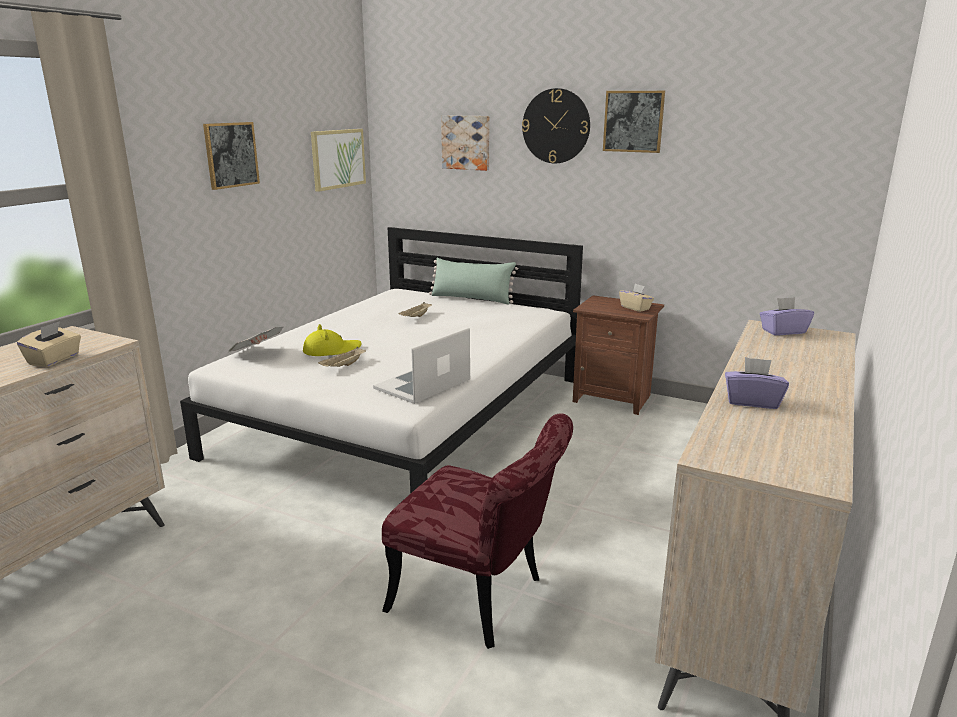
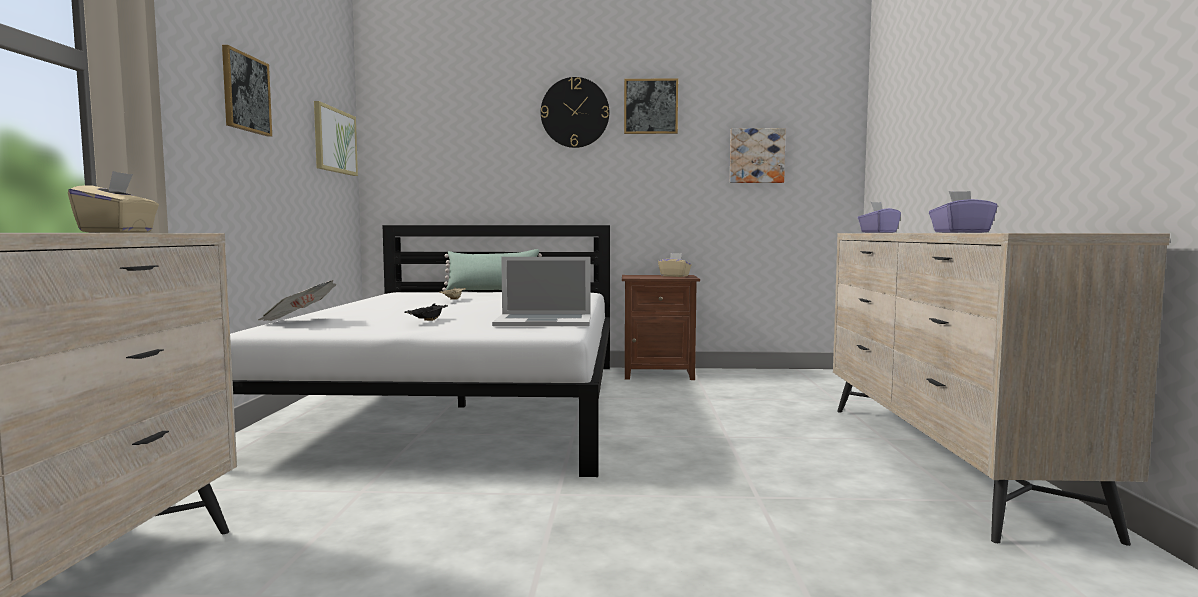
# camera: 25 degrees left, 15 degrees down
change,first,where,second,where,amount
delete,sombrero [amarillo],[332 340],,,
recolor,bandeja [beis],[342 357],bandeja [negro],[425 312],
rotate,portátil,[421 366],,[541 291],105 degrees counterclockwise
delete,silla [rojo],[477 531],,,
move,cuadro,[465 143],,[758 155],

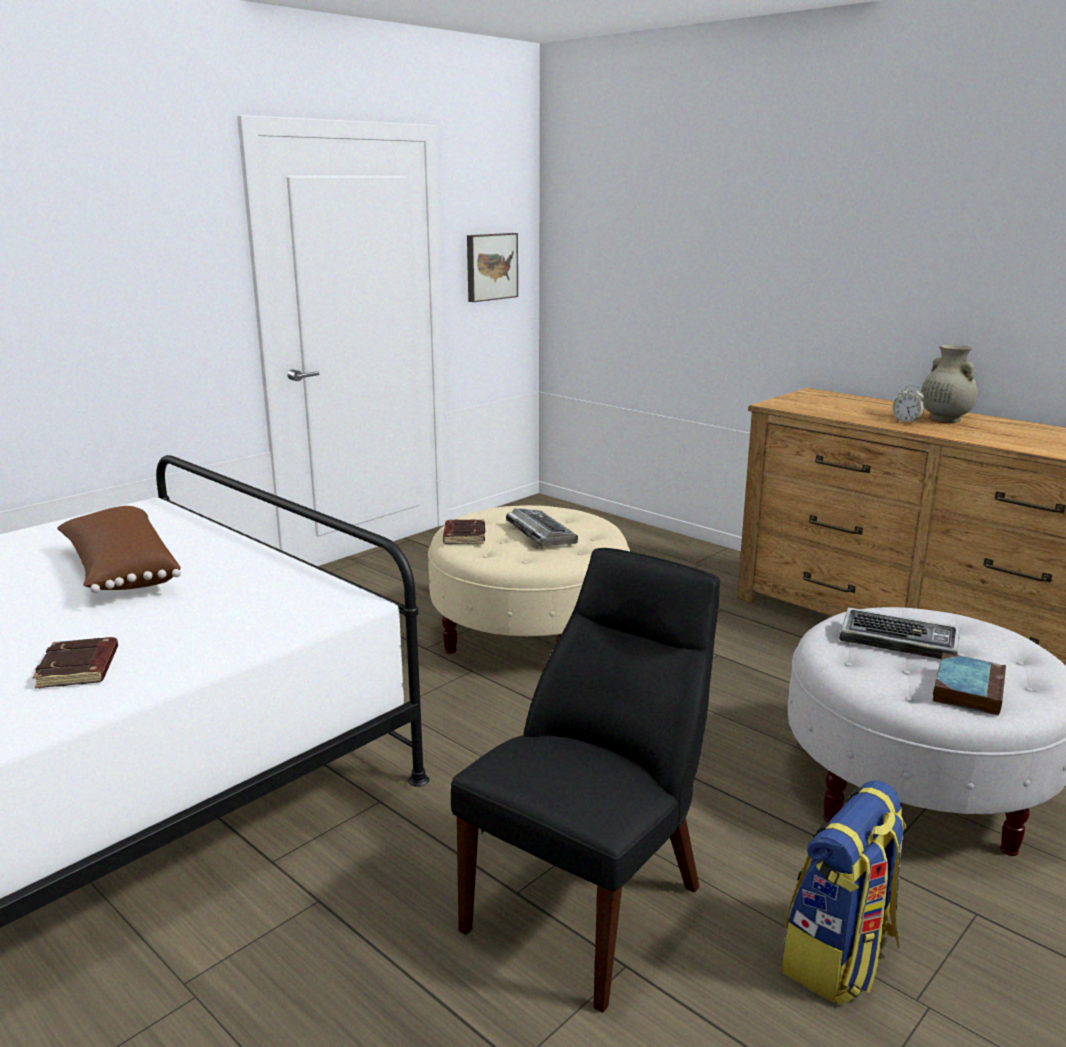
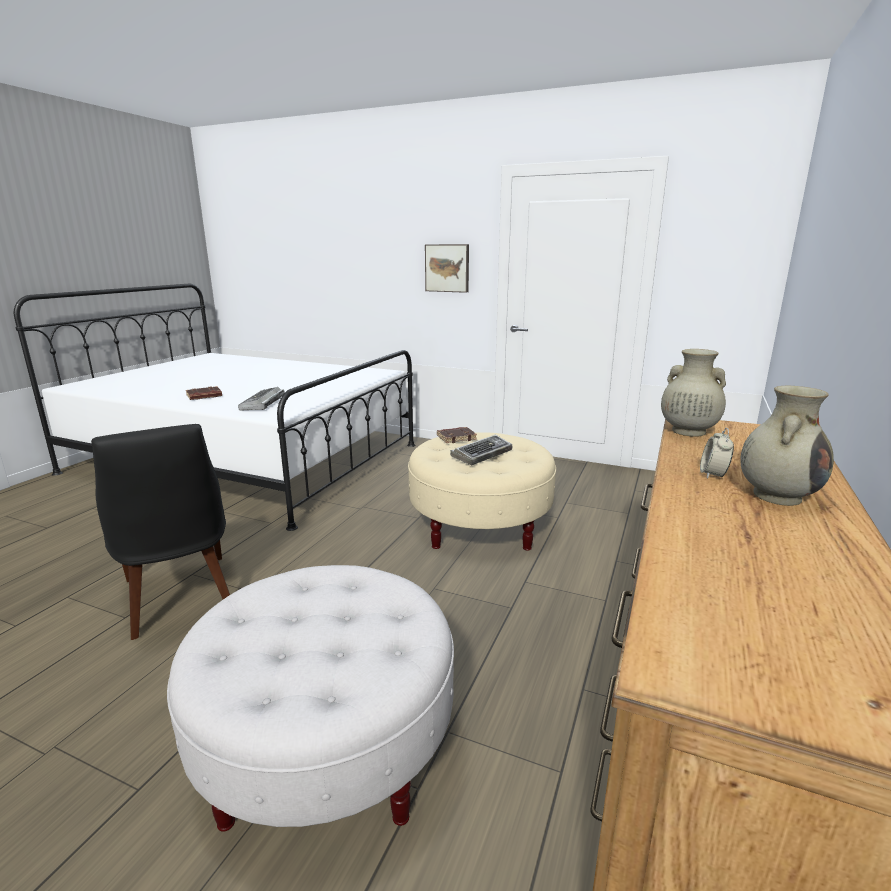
# camera: 70 degrees right, 0 degrees up
change,first,where,second,where,amount
delete,cojín [marrón],[119 549],,,
rotate,silla [negro],[585 780],,[160 532],45 degrees clockwise
move,cuadro,[492 267],,[447 268],
delete,mochila,[844 893],,,
move,teclado,[899 633],,[261 399],
delete,libro,[969 684],,,
insert,,,florero [beis],[693 393],

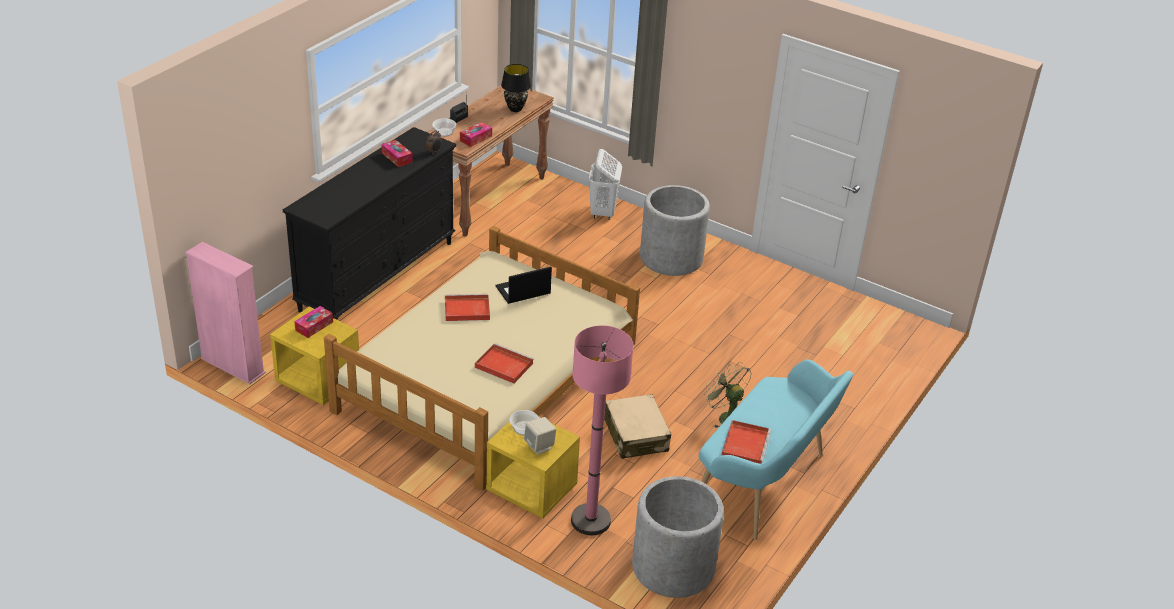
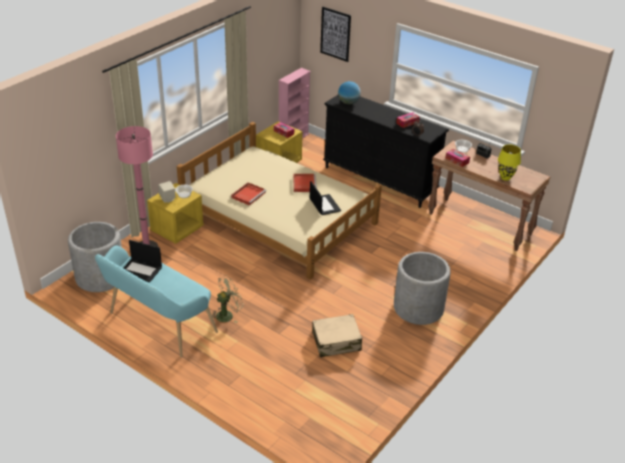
# camera: 95 degrees right, 0 degrees up
change,first,where,second,where,amount
recolor,lámpara de mesa [negro],[516 88],lámpara de mesa [amarillo],[509 162],
delete,cesto de la ropa [blanco],[605 184],,,
move,maleta [beis],[637 426],,[337 335],
replace,bandeja [rojo],[747 442],portátil,[143 261],
insert,,,cuadro,[335 34],
insert,,,globo terráqueo,[349 92],

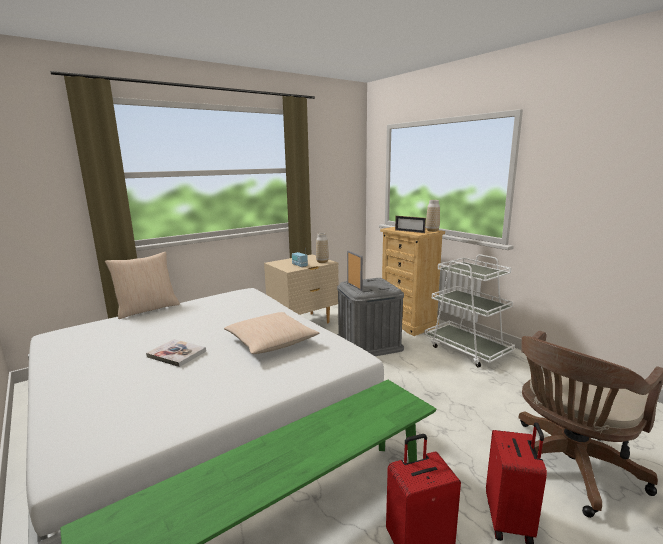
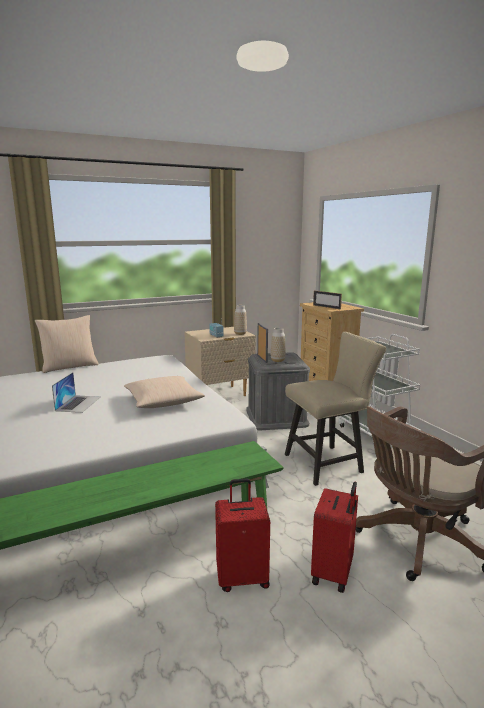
# camera: 10 degrees right, 0 degrees up
change,first,where,second,where,amount
replace,libro,[176 353],portátil,[76 392],
move,florero,[433 216],,[278 345],
insert,,,silla [beis],[335 409],

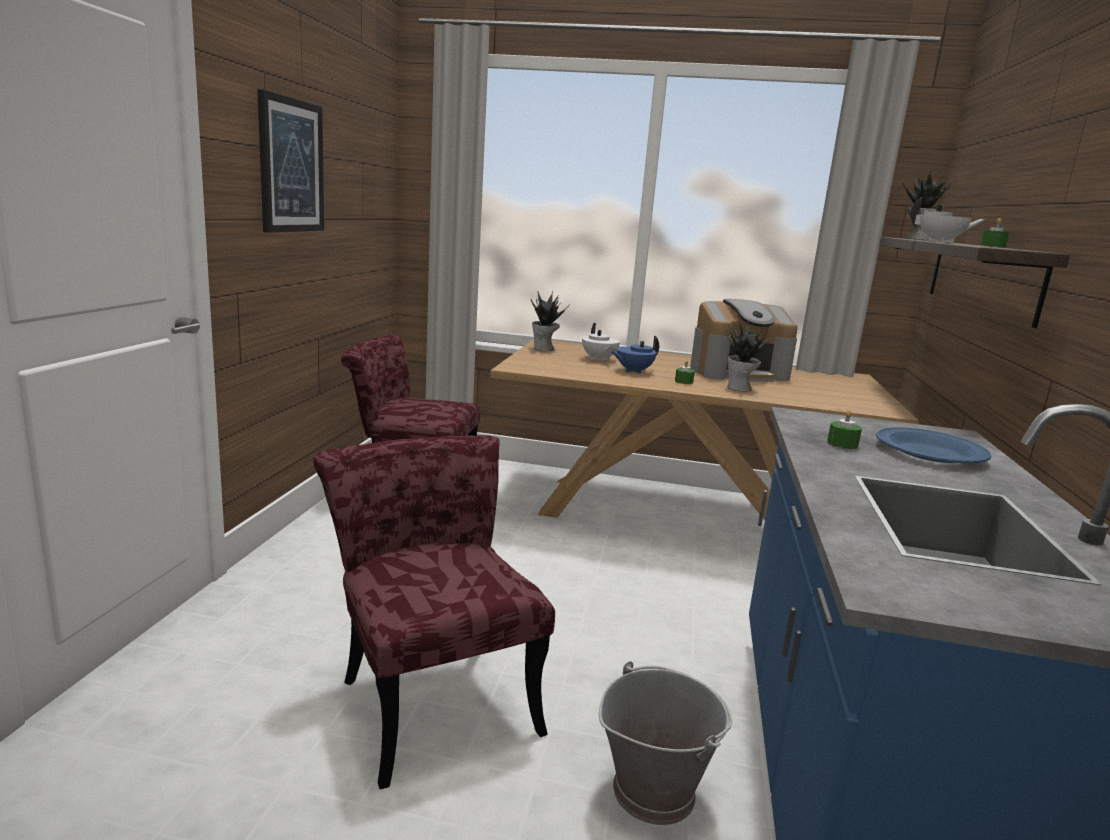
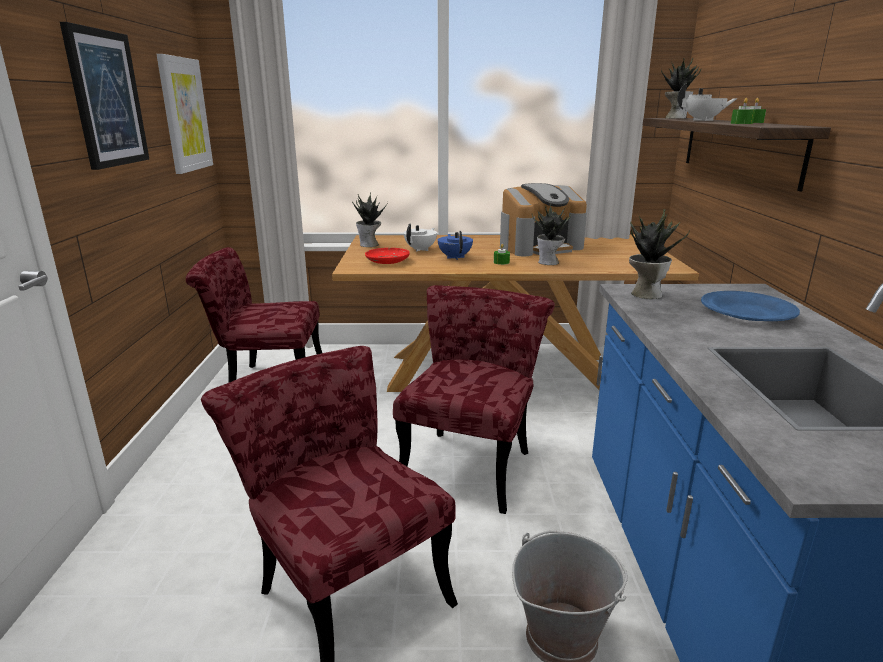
# camera: 10 degrees left, 5 degrees up
change,first,where,second,where,amount
rotate,tetera [blanco],[601 342],,[420 237],120 degrees counterclockwise
rotate,tetera [azul],[635 355],,[455 245],120 degrees clockwise
move,vela [verde],[844 429],,[743 111],
insert,,,cuadro,[184 114],
insert,,,plato [rojo],[387 256],
insert,,,silla [rojo],[474 399],
insert,,,planta en maceta,[659 254],

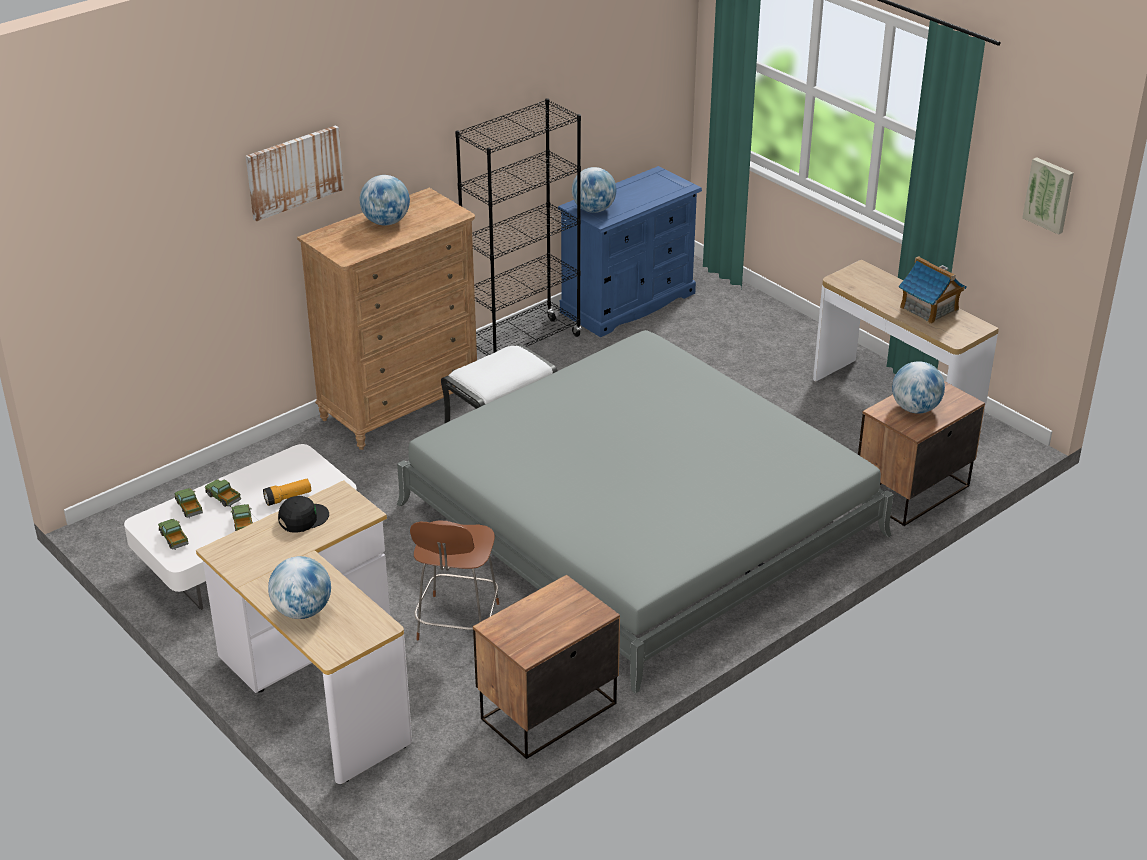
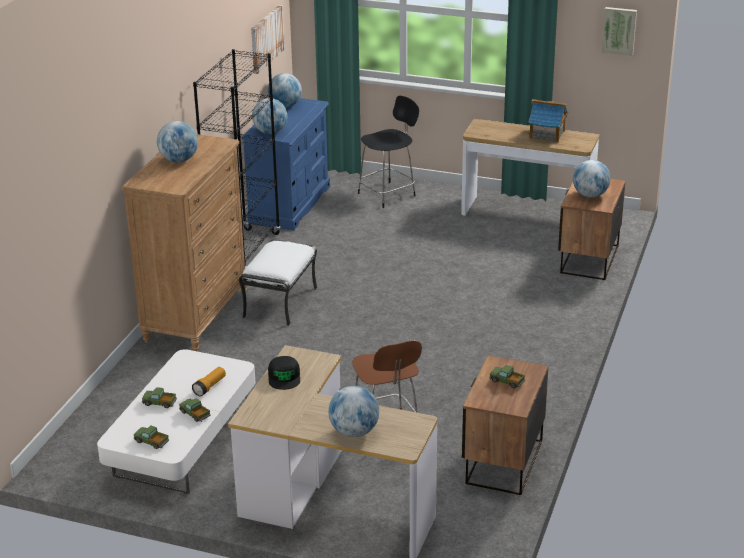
# camera: 30 degrees left, 5 degrees down
change,first,where,second,where,amount
move,camión de juguete,[188 503],,[507 376],
move,cuadro,[295 173],,[268 39],
rotate,gorra [negro],[303 514],,[284 373],150 degrees clockwise
delete,cama [gris],[645 512],,,
insert,,,globo terráqueo,[285 90],
insert,,,silla [negro],[388 152],

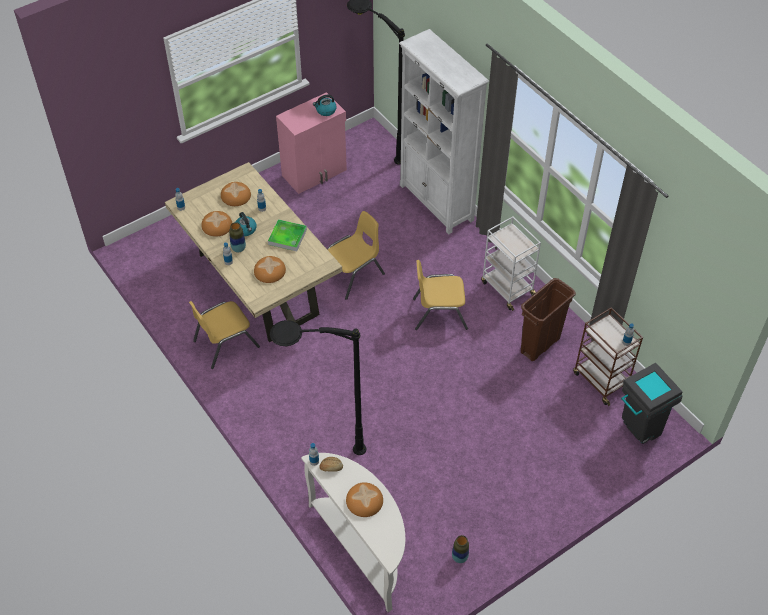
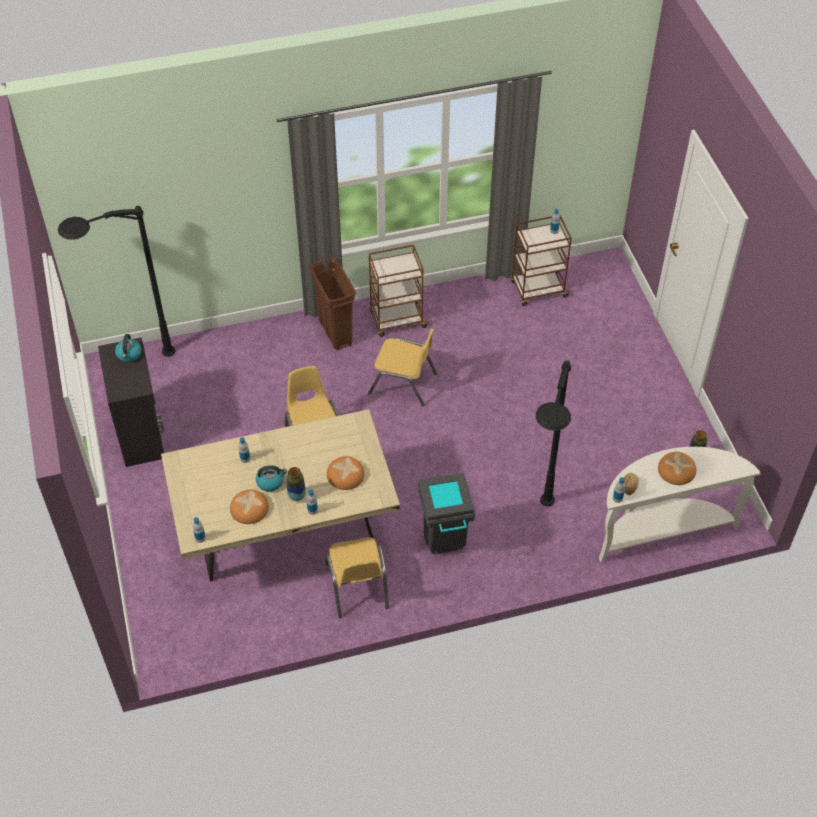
# camera: 70 degrees left, 0 degrees up
change,first,where,second,where,amount
delete,pan,[236 194],,,
delete,bandeja,[287 235],,,
recolor,armario [rosa],[311 143],armario [negro],[131 402],
delete,estantería [blanco],[444 131],,,
rotate,silla [amarillo],[440 295],,[402 367],90 degrees counterclockwise
recolor,carrito [blanco],[511 264],carrito [marrón],[399 290],
move,papelera [marrón],[548 319],,[332 303],
move,papelera [gris],[651 403],,[446 513],

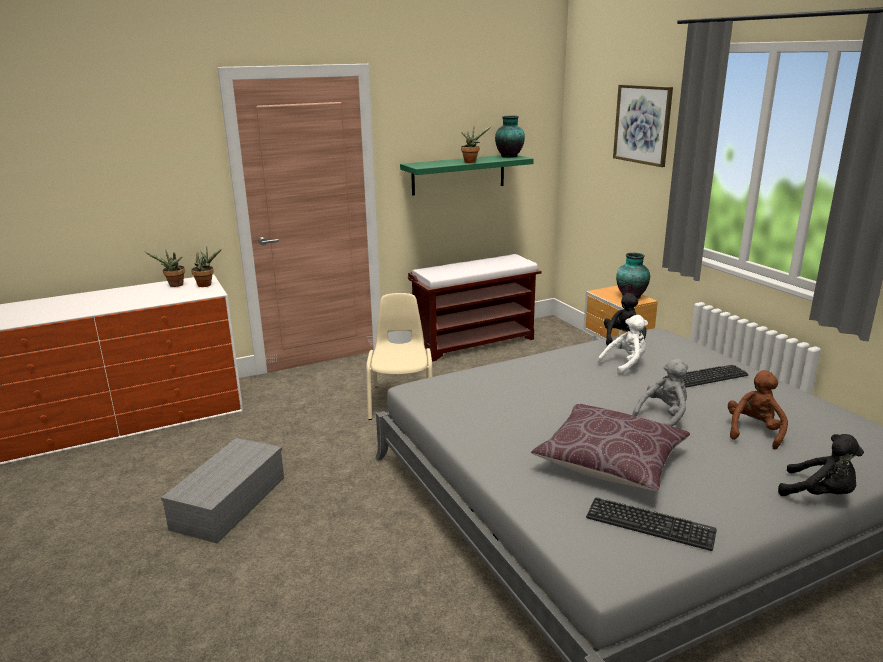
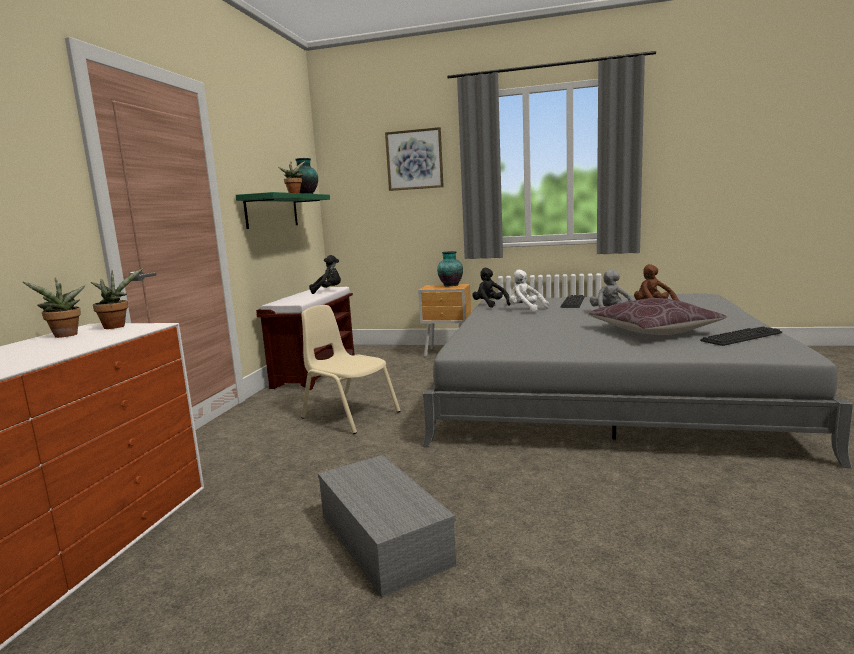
# camera: 50 degrees left, 10 degrees down
change,first,where,second,where,amount
rotate,peluche [blanco],[622 345],,[529 291],60 degrees counterclockwise
move,peluche [negro],[821 465],,[325 274],

